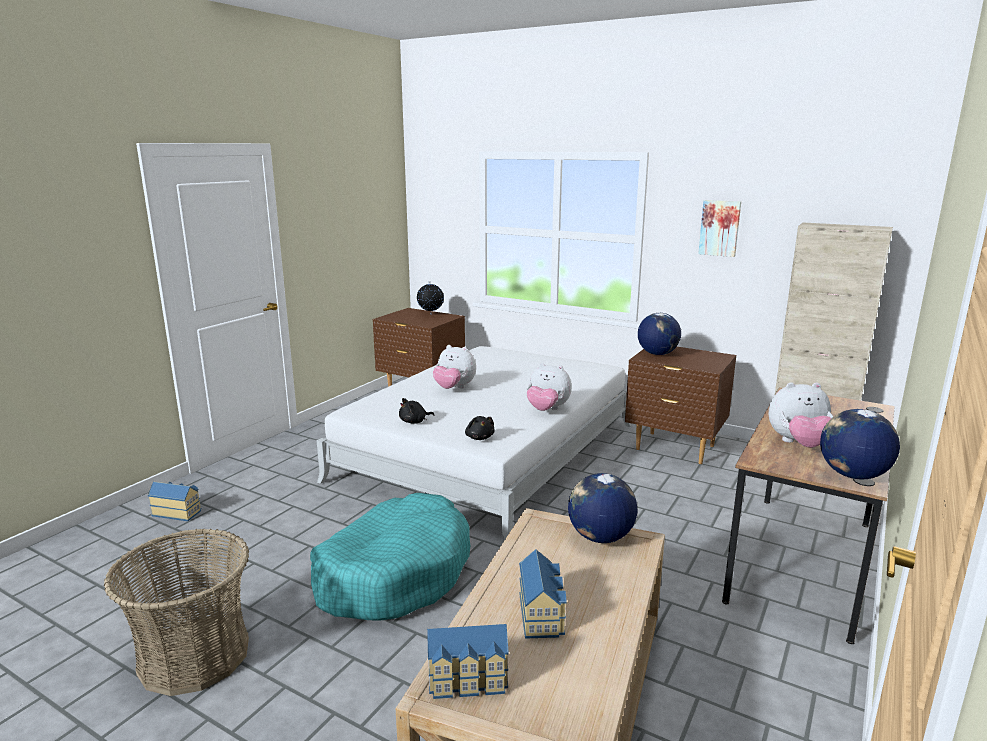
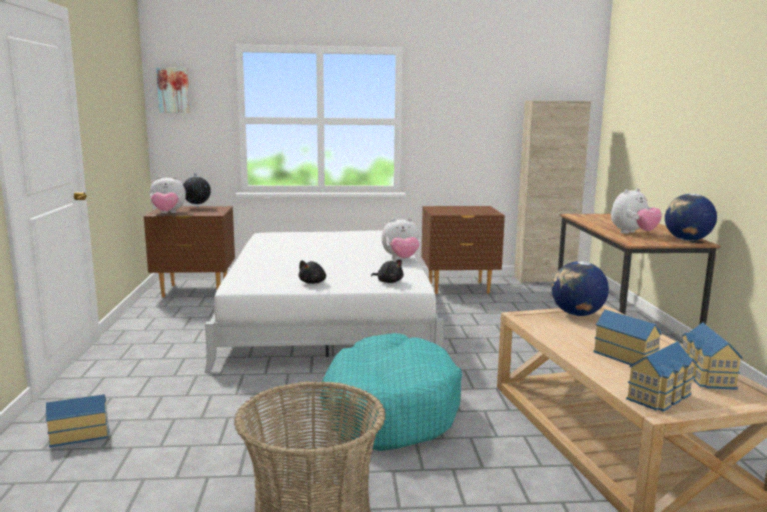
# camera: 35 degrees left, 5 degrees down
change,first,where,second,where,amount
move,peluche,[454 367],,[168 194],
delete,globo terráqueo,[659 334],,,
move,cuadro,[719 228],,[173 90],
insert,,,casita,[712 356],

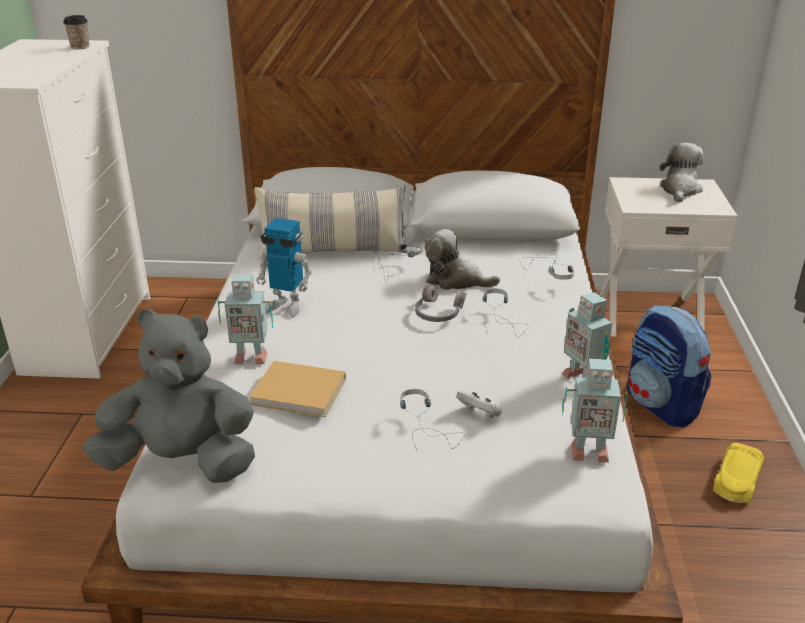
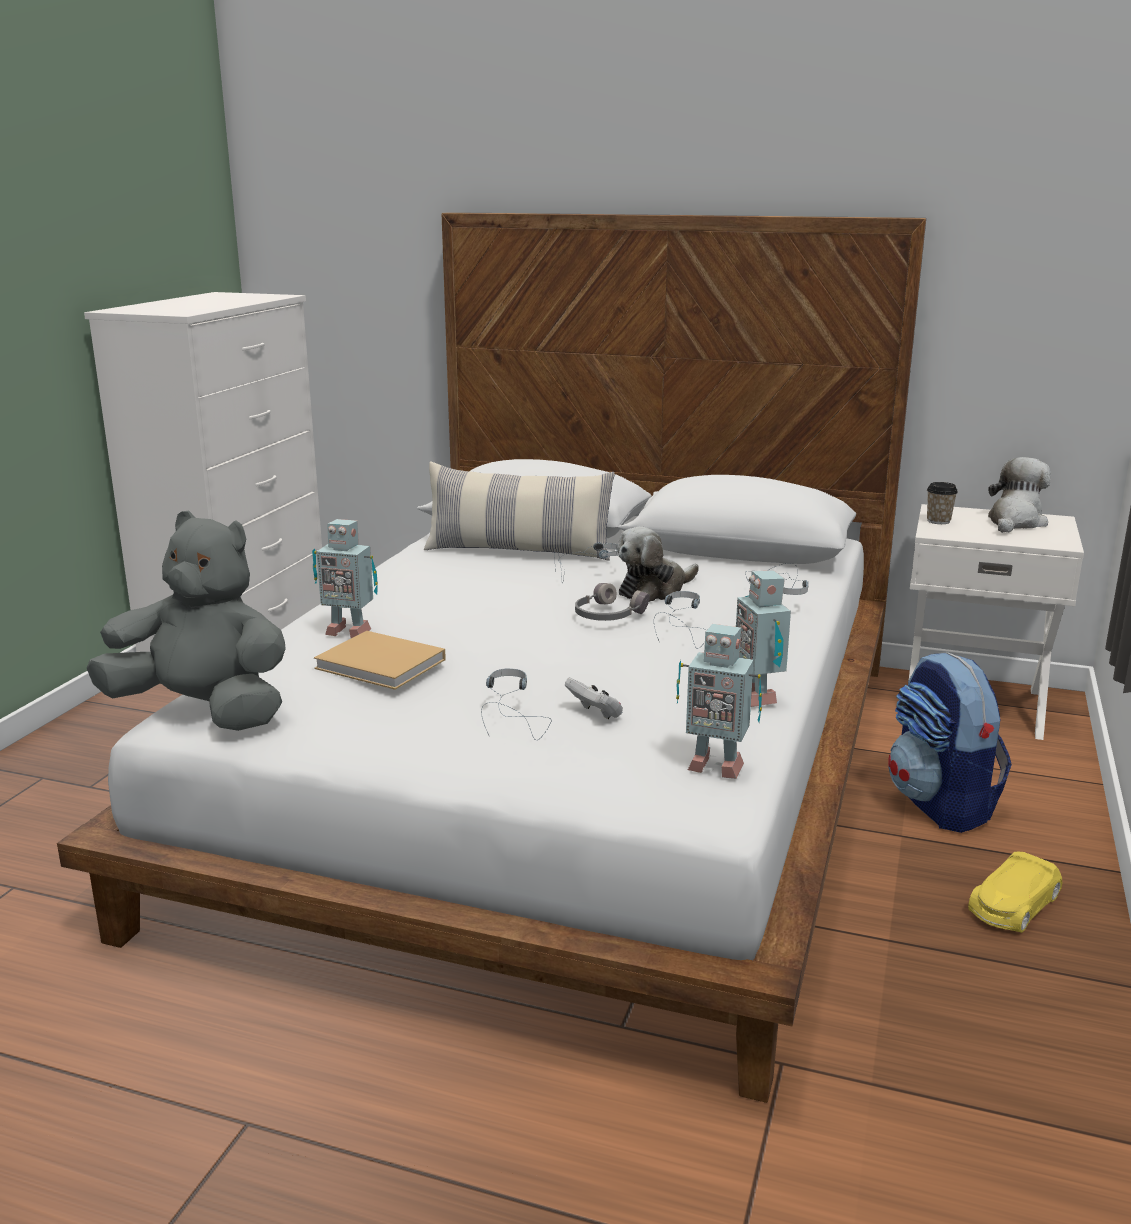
# camera: 15 degrees right, 10 degrees down
change,first,where,second,where,amount
move,taza,[76 32],,[942 503],
delete,robot de juguete,[284 268],,,
rotate,peluche,[462 259],,[658 564],75 degrees counterclockwise

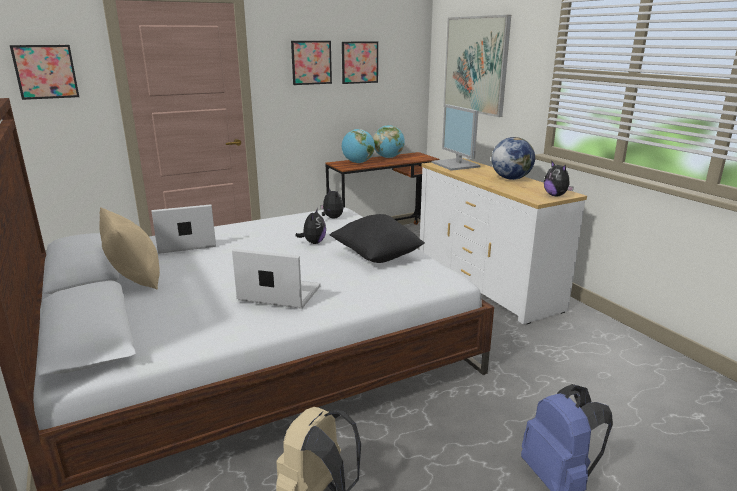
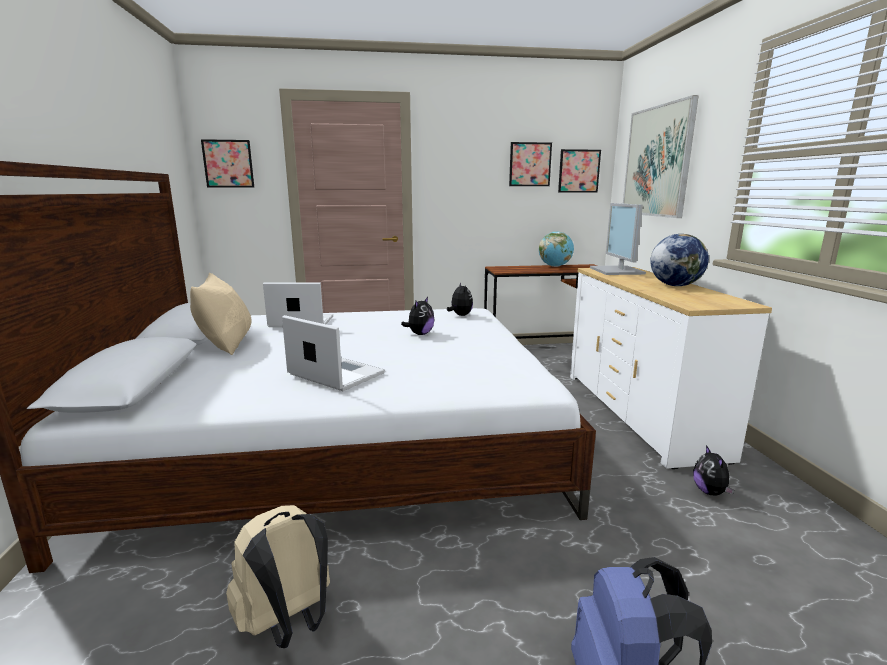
# camera: 20 degrees right, 5 degrees down
change,first,where,second,where,amount
move,cuadro,[311 63],,[579 171],
delete,cojín [negro],[377 238],,,
delete,globo terráqueo,[358 146],,,
move,peluche,[559 179],,[713 470],

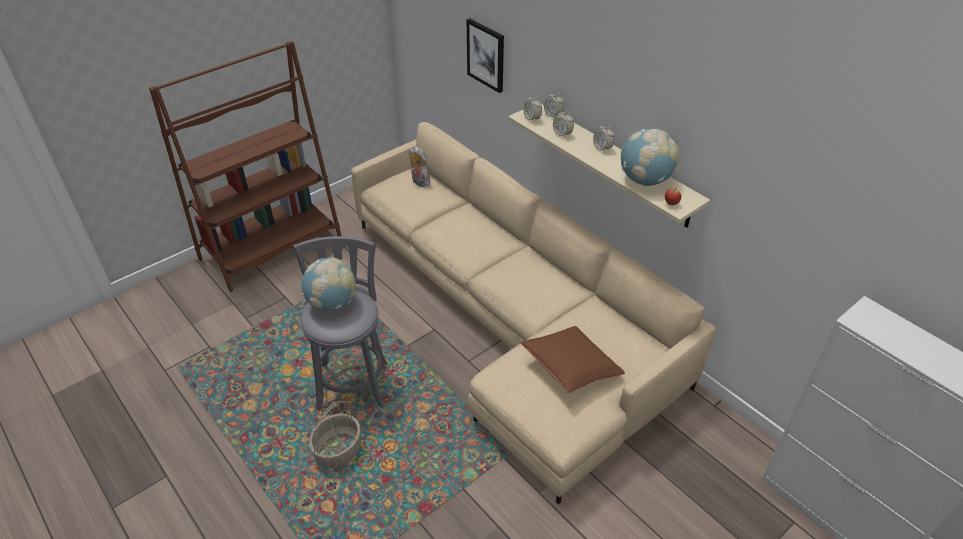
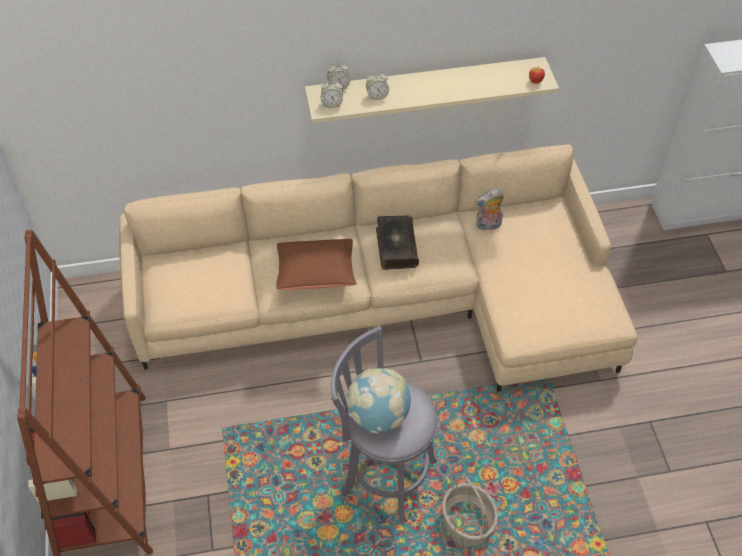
# camera: 60 degrees left, 10 degrees up
change,first,where,second,where,amount
move,peluche,[419 166],,[489 209],
delete,cuadro,[485 56],,,
move,cojín [marrón],[573 359],,[316 264],
delete,despertador,[603 137],,,
delete,globo terráqueo,[650 158],,,
insert,,,libro,[397 242],

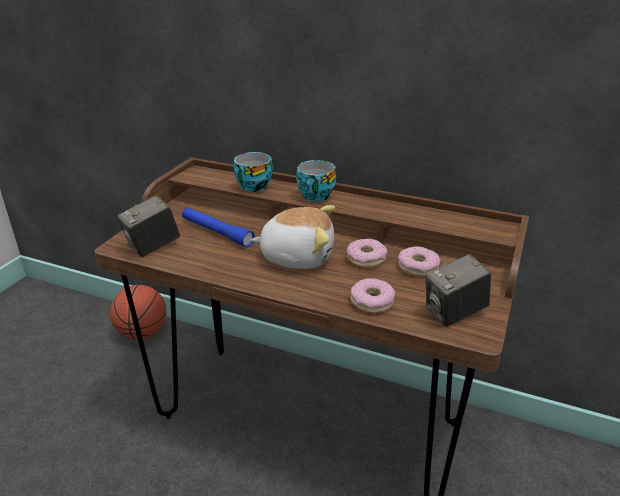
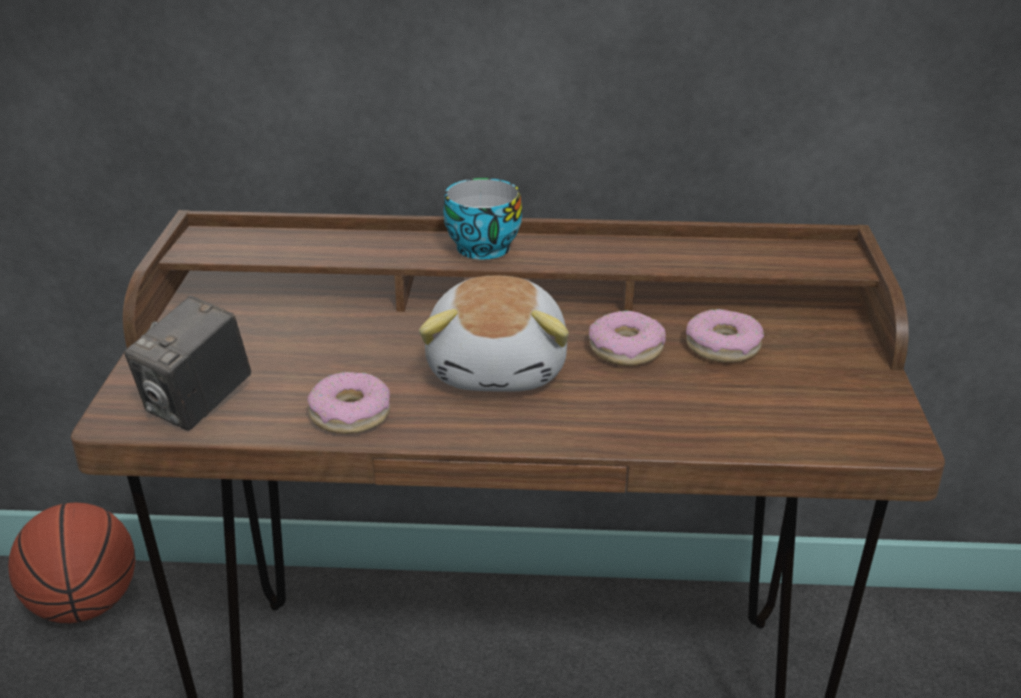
# camera: 20 degrees left, 0 degrees up
change,first,where,second,where,amount
delete,linterna [azul],[218 227],,,
delete,taza,[253 172],,,
rotate,peluche,[293 237],,[494 334],105 degrees clockwise
move,rosquilla,[372 295],,[348 403],
delete,cámara,[458 290],,,

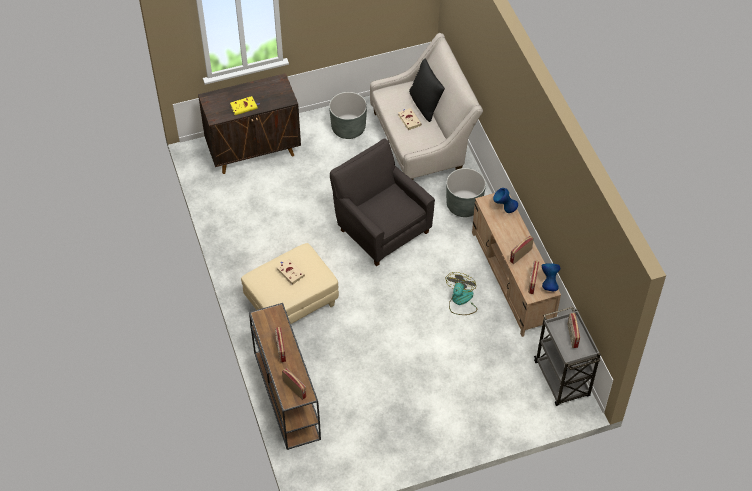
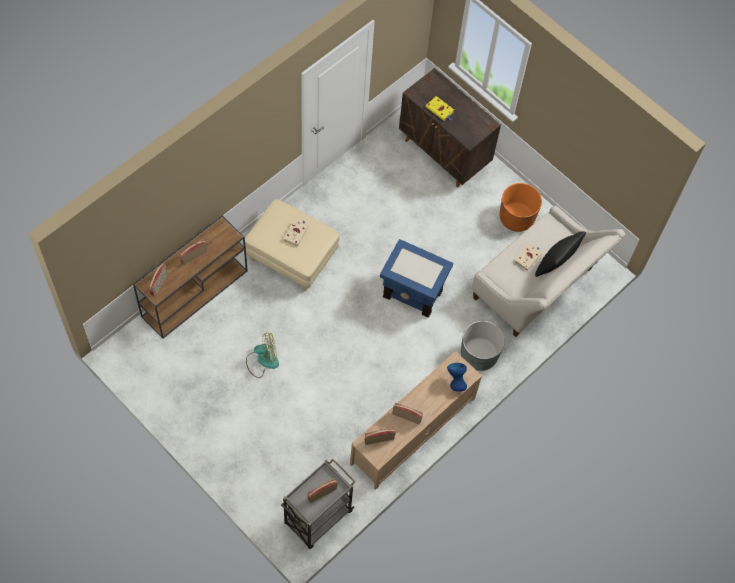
# camera: 60 degrees right, 10 degrees up
change,first,where,second,where,amount
recolor,maceta [gris],[348 115],maceta [naranja],[521 207],
replace,sillón [gris],[382 202],mesa auxiliar [azul],[416 278],
move,ventilador,[461 293],,[262 355],
delete,florero [azul],[551 277],,,

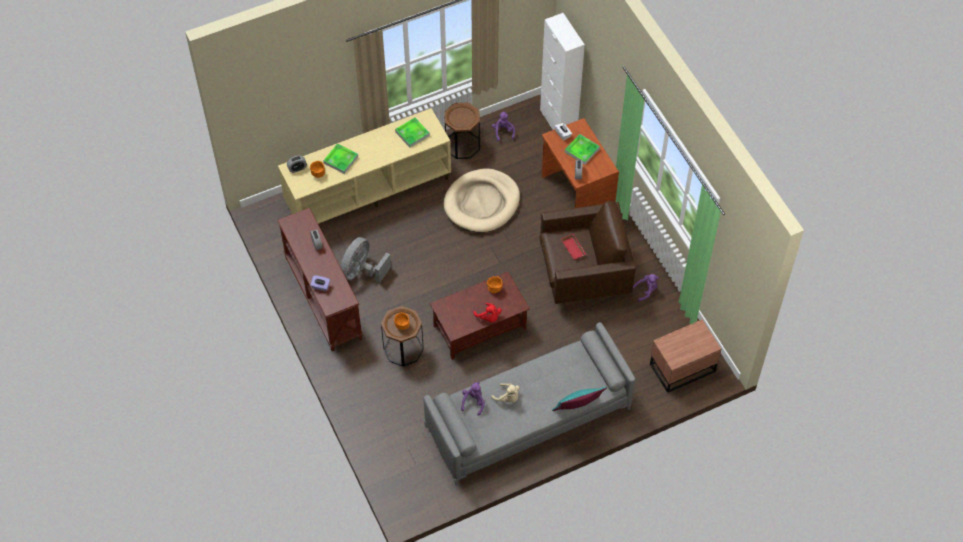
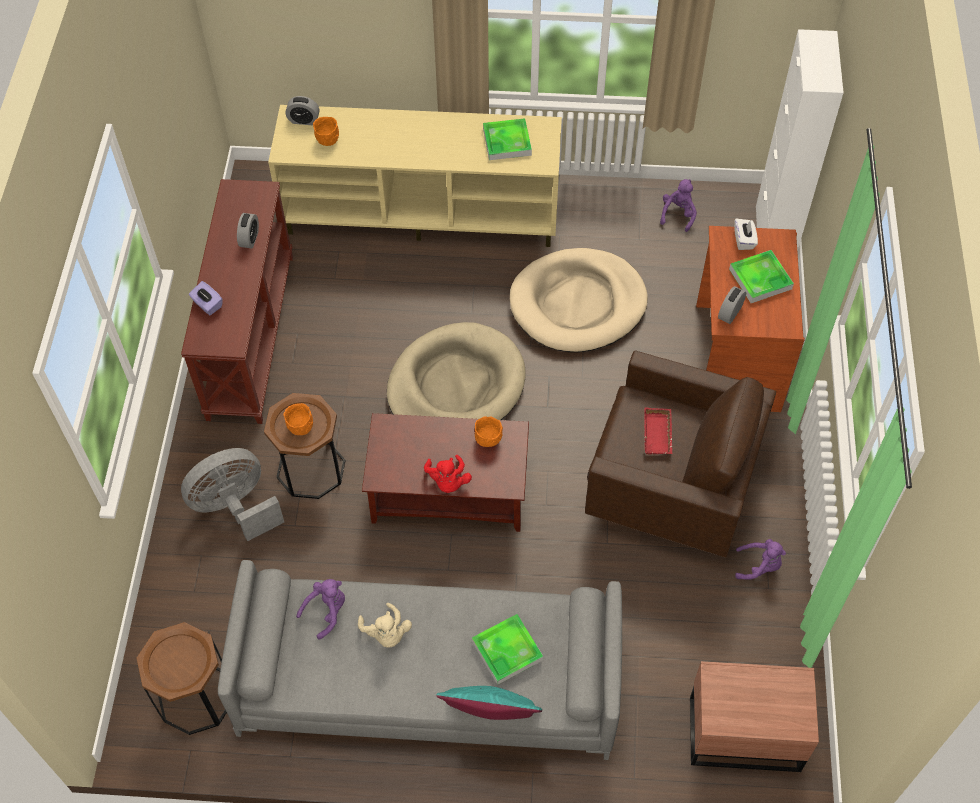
# camera: 30 degrees right, 0 degrees up
change,first,where,second,where,amount
move,bandeja,[340 159],,[507 649],
move,ventilador [gris],[365 260],,[232 494],
move,mesa auxiliar [marrón],[462 130],,[181 678],
insert,,,cama para perro [beis],[456 371],

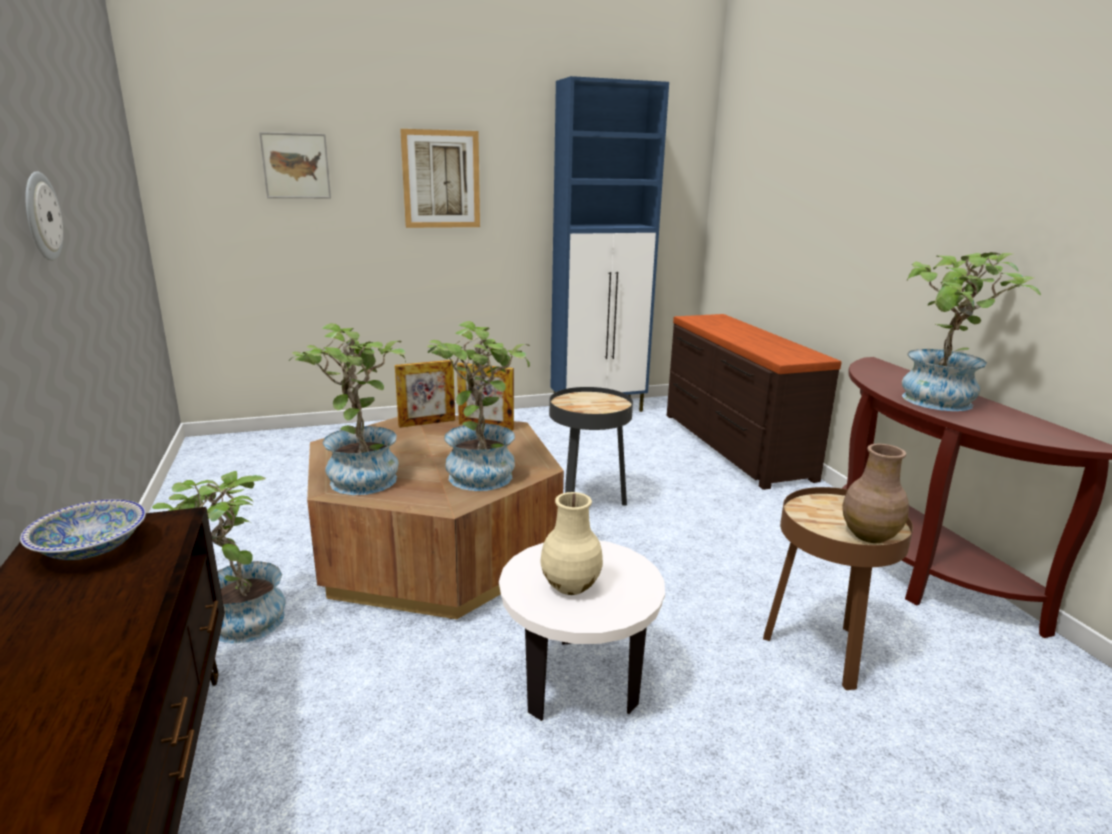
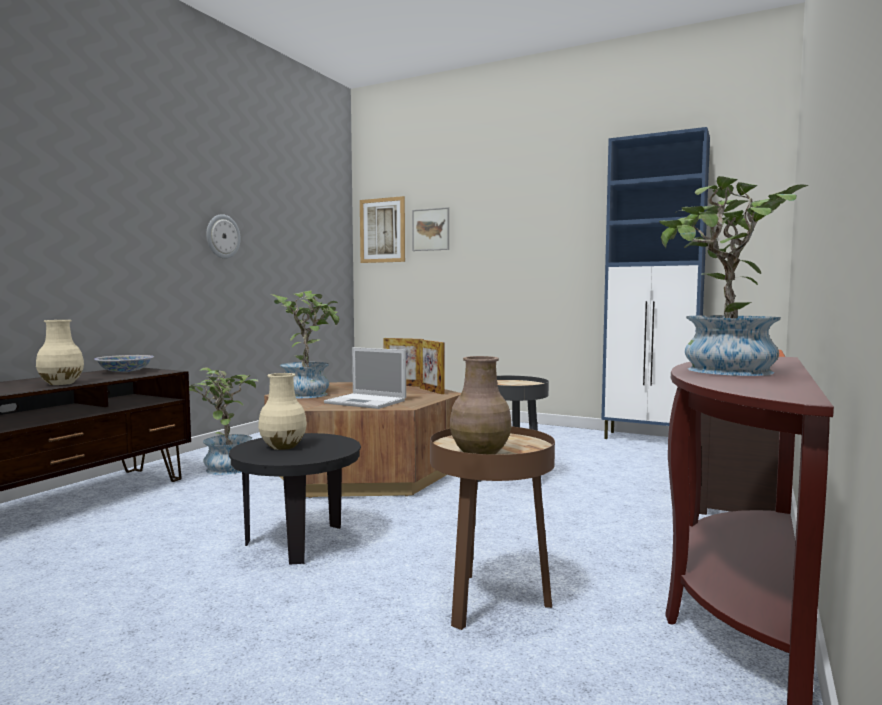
# camera: 45 degrees right, 15 degrees down
change,first,where,second,where,amount
move,cuadro,[440 178],,[382 229],
replace,planta en maceta,[478 406],portátil,[365 378],
recolor,mesa auxiliar [blanco],[582 630],mesa auxiliar [negro],[295 499],
insert,,,florero [beis],[60 352],

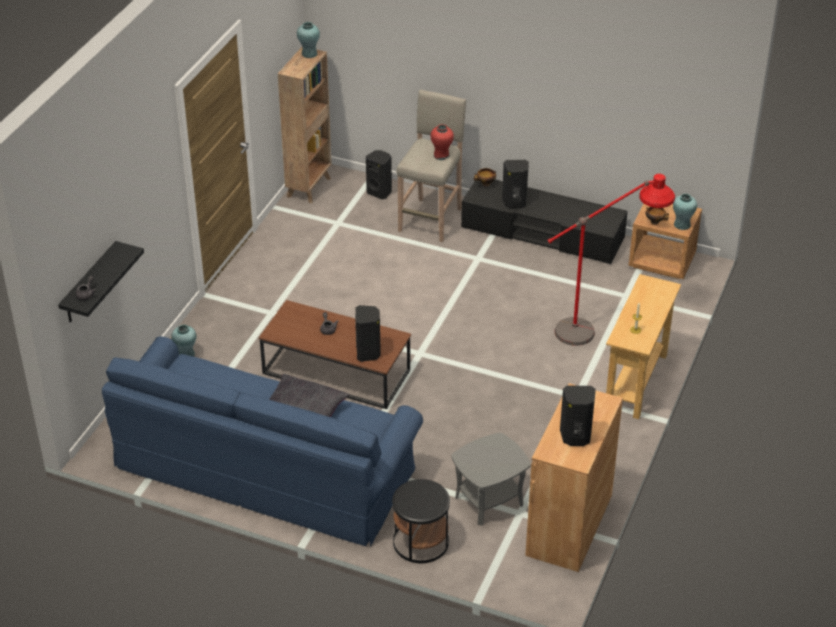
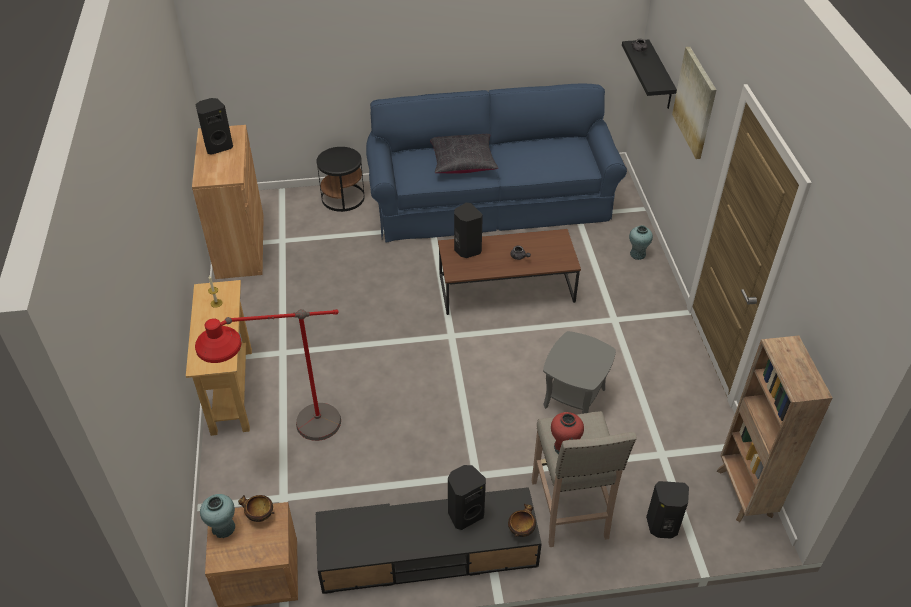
# camera: 150 degrees right, 5 degrees up
change,first,where,second,where,amount
delete,florero [turquesa],[308 40],,,
move,mesa auxiliar [gris],[491 479],,[579 372],
insert,,,cuadro,[694 103],

